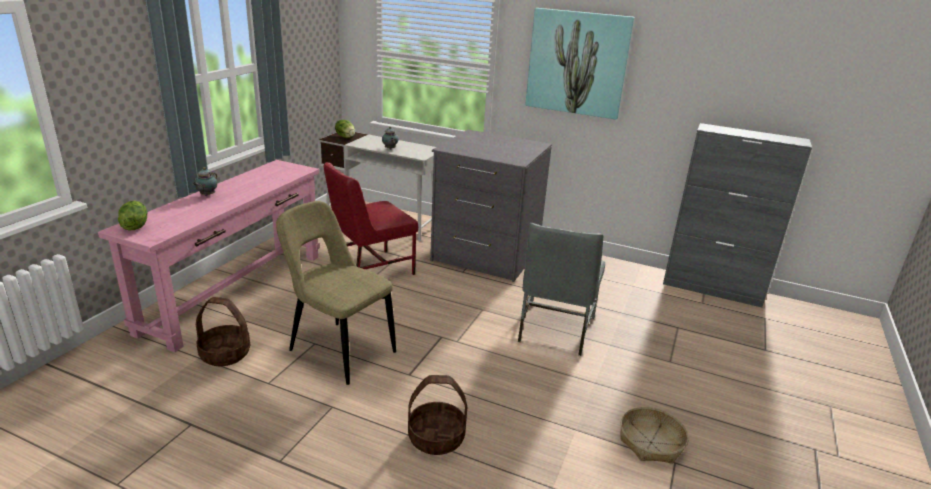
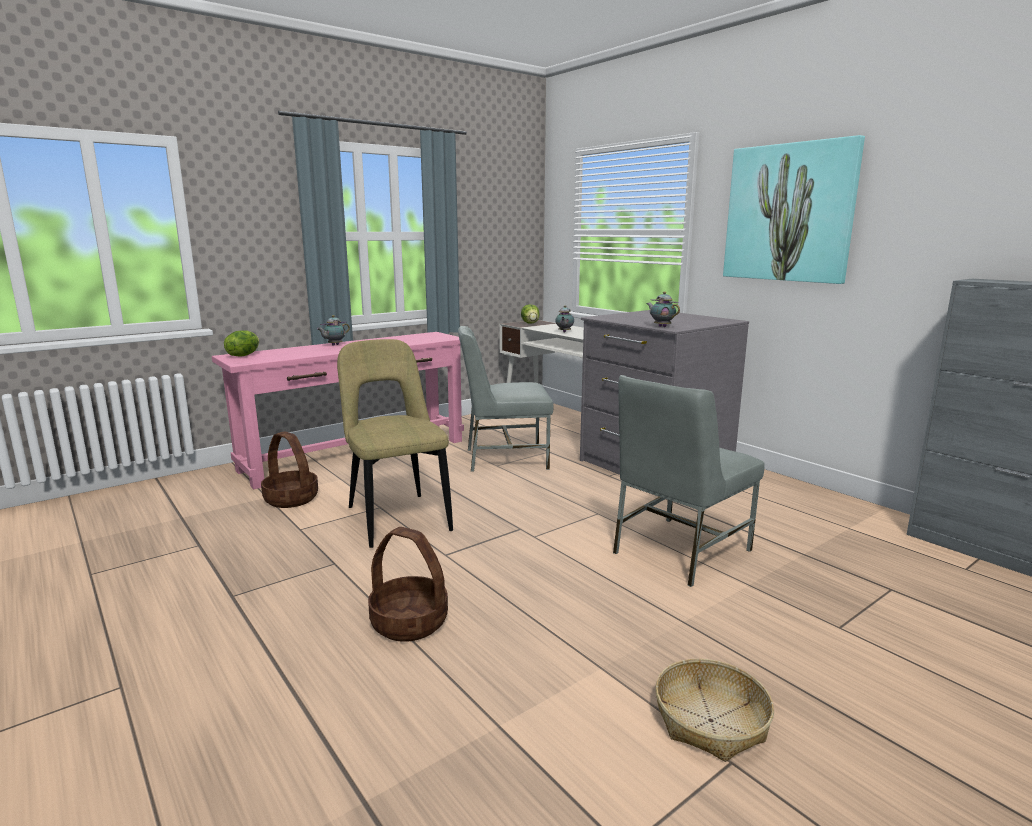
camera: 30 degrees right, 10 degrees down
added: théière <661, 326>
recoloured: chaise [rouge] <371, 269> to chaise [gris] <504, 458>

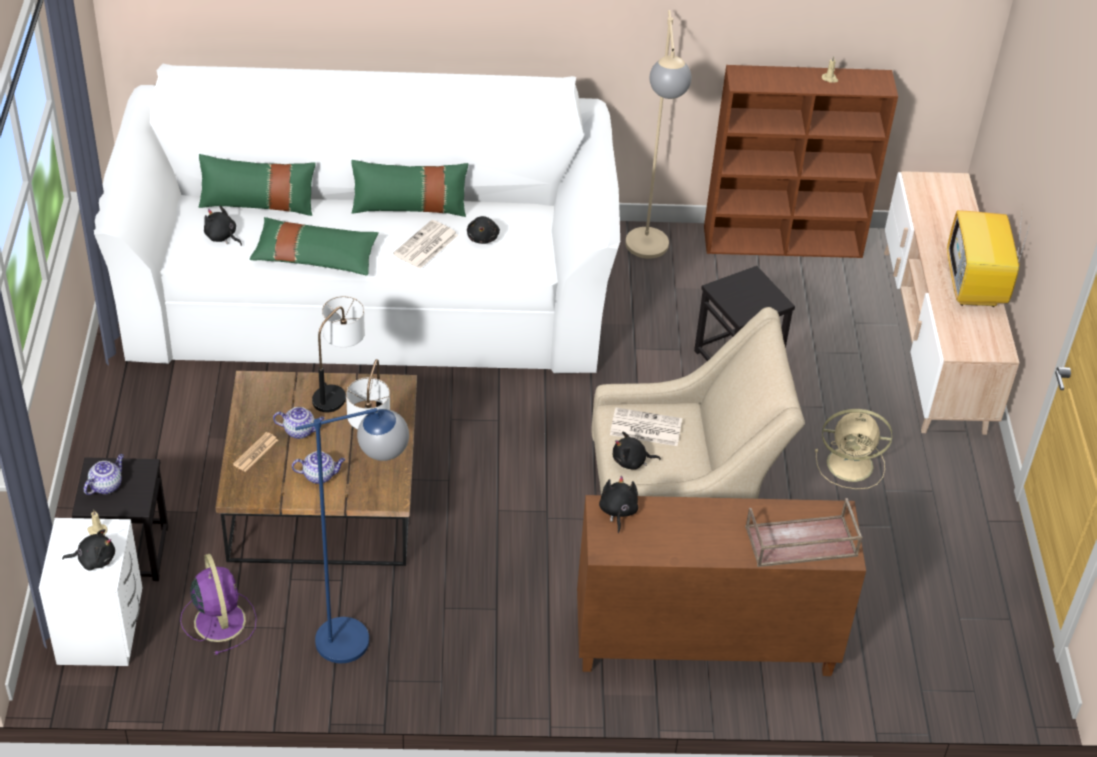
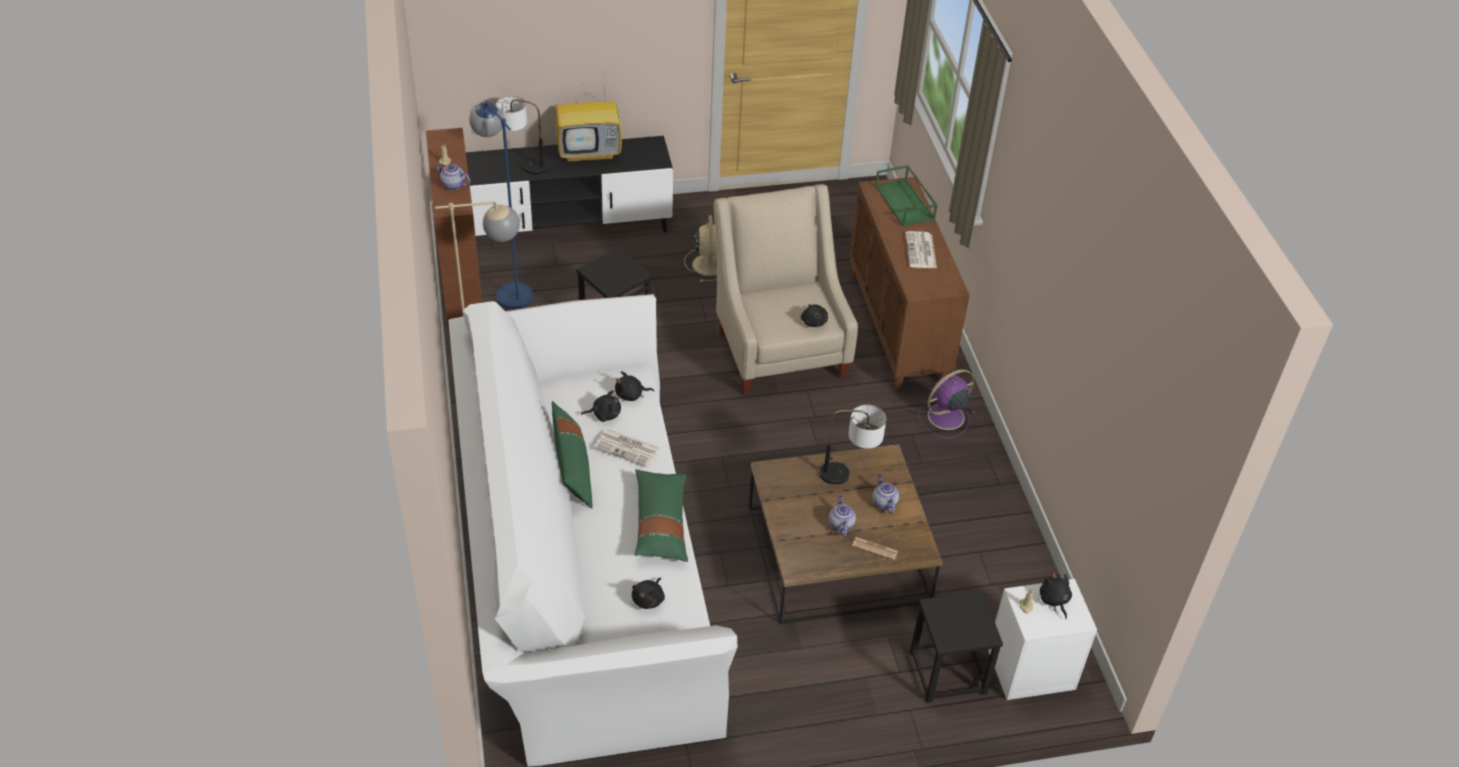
camera: 100 degrees left, 0 degrees up
removed: coussin [vert] <258, 203>
moved: lampe de table <339, 389> to <523, 164>; lampadaire [bleu] <361, 636> to <508, 289>; journal <645, 428> to <921, 251>; théière <106, 485> to <452, 185>; peluche [noir] <617, 511> to <631, 395>; ventilateur [violet] <219, 619> to <944, 417>
recoloured: meuble télé [beige] <933, 339> to meuble télé [noir] <565, 225>; plateau [marron] <800, 542> to plateau [vert] <905, 203>

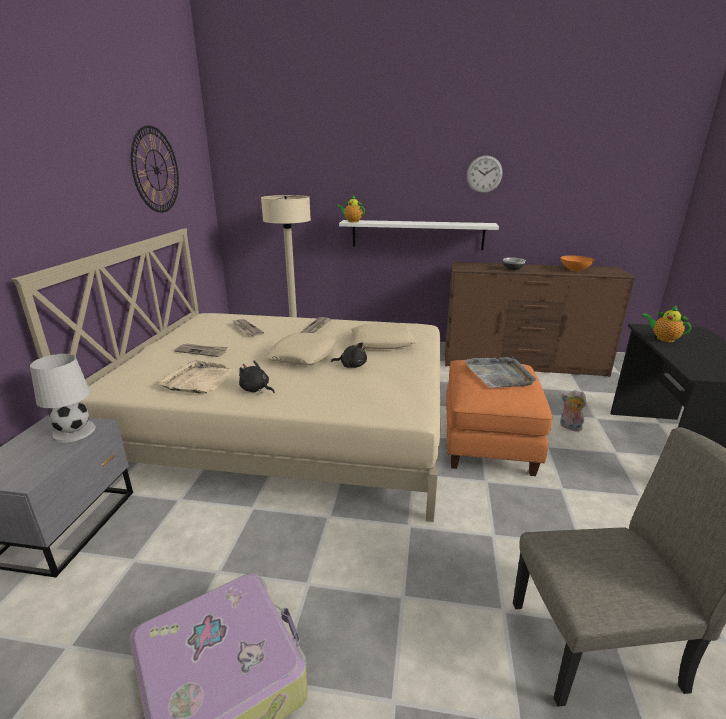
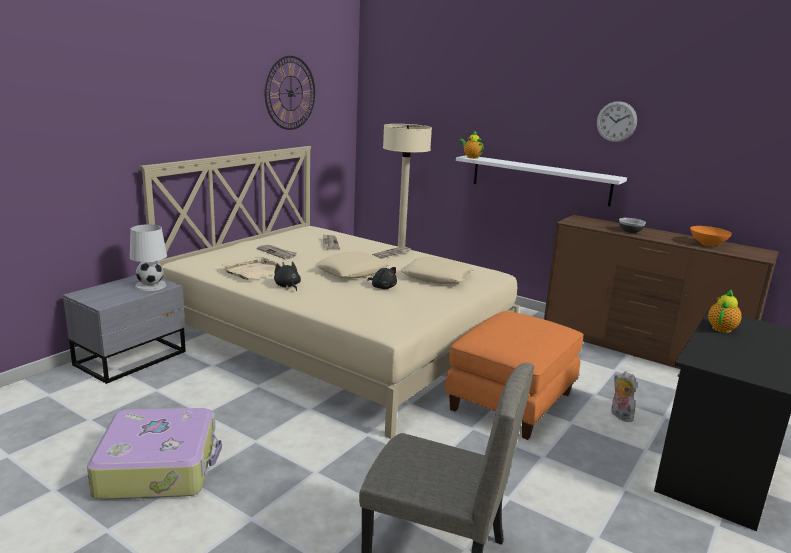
camera: 25 degrees right, 5 degrees down
removed: plateau [gris] <499, 374>
turned: théière <663, 338> = <722, 328> 60 degrees clockwise

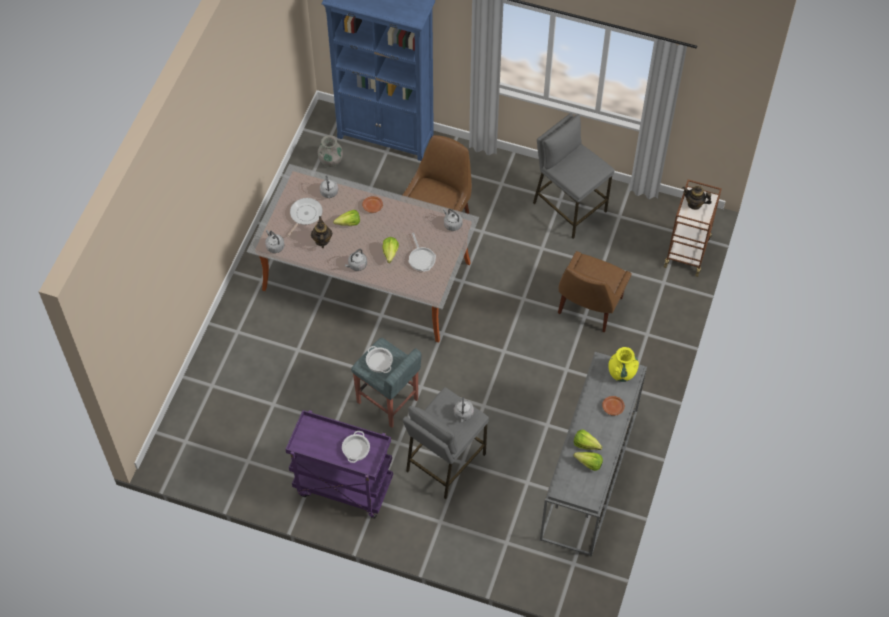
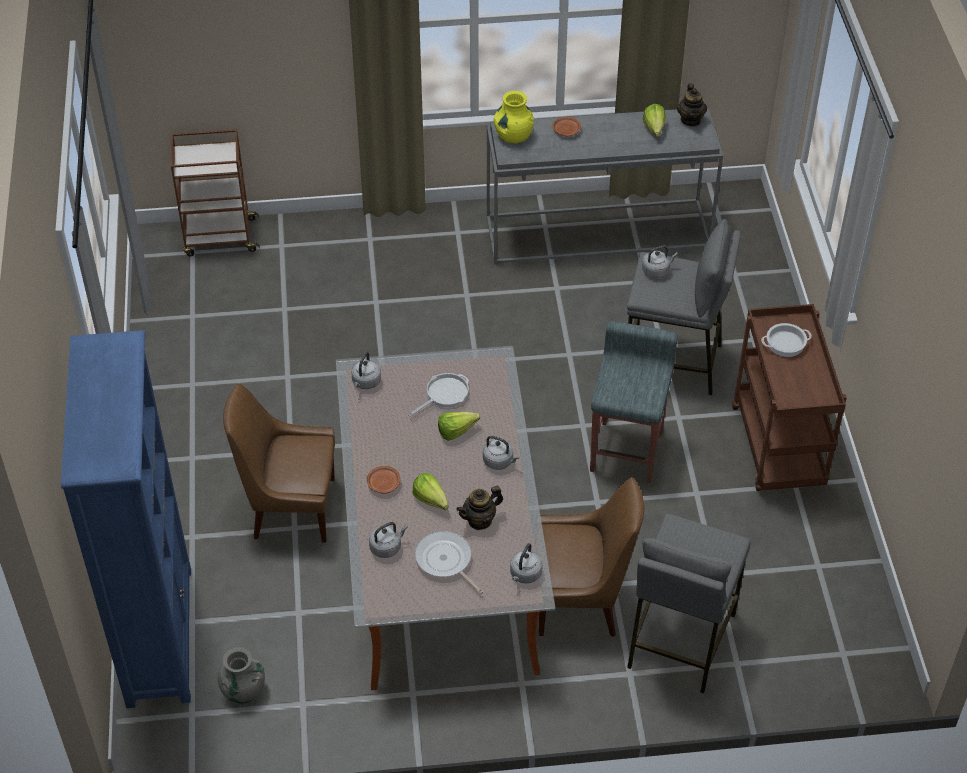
camera: 115 degrees left, 10 degrees down
removed: marmite <379, 362>; laitue <587, 446>
moved: tabouret [gris] <569, 207> to <679, 640>; théière <694, 204> to <691, 120>; chaise [marron] <588, 307> to <580, 601>
recoloured: chariot [violet] <342, 487> to chariot [marron] <779, 449>
turned: poêle <305, 215> = <445, 561> 45 degrees clockwise

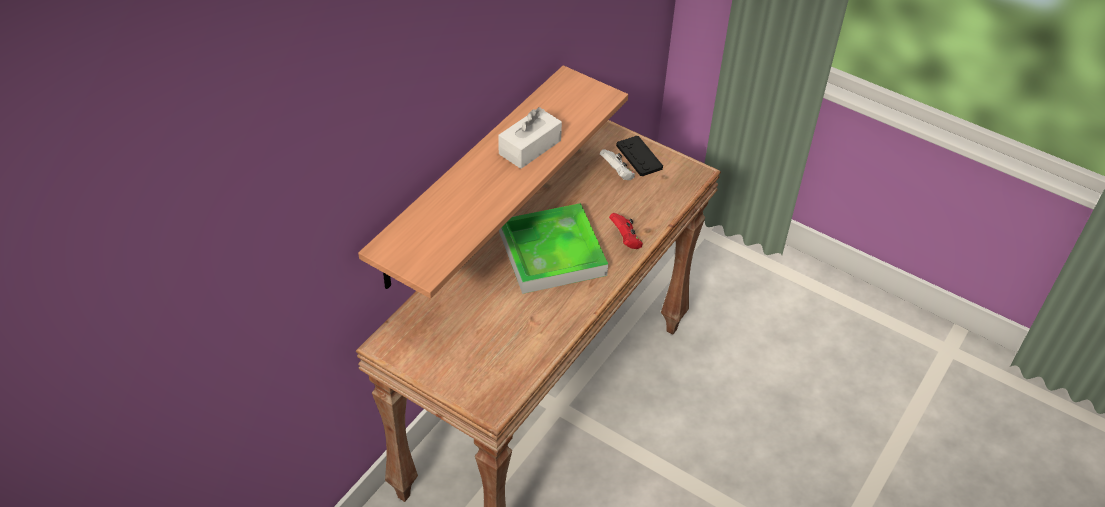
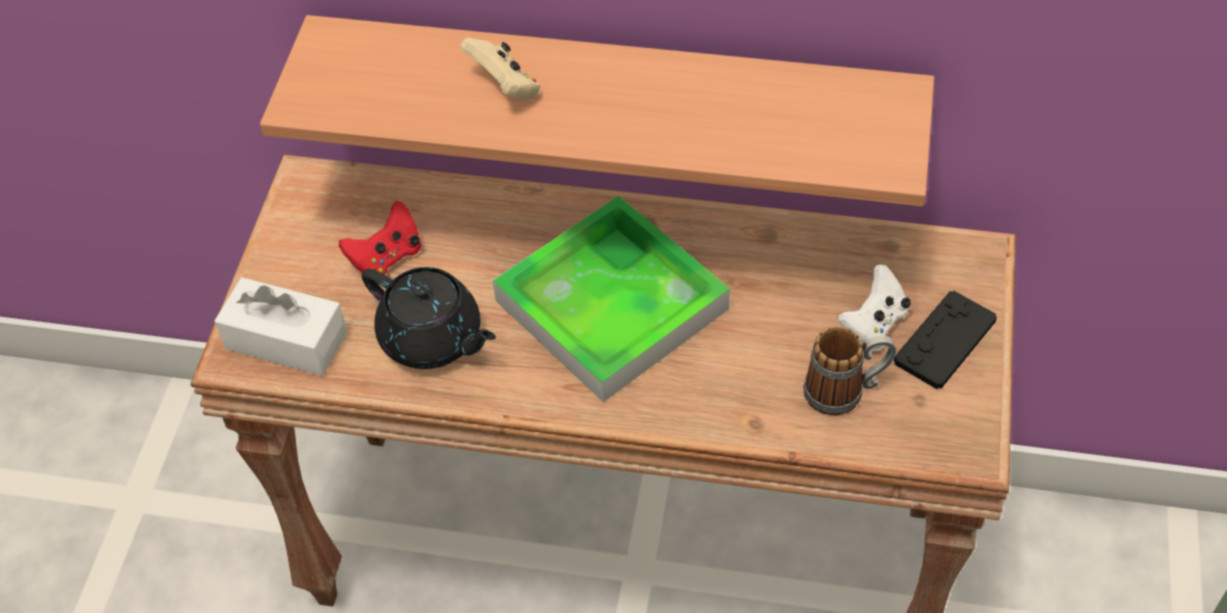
camera: 70 degrees right, 5 degrees up
added: manette [beige] <505, 88>; théière [noir] <432, 338>; mug <846, 391>
moved: boîte à mouchoirs [blanc] <530, 147> to <286, 340>; manette [rouge] <626, 240> to <387, 257>

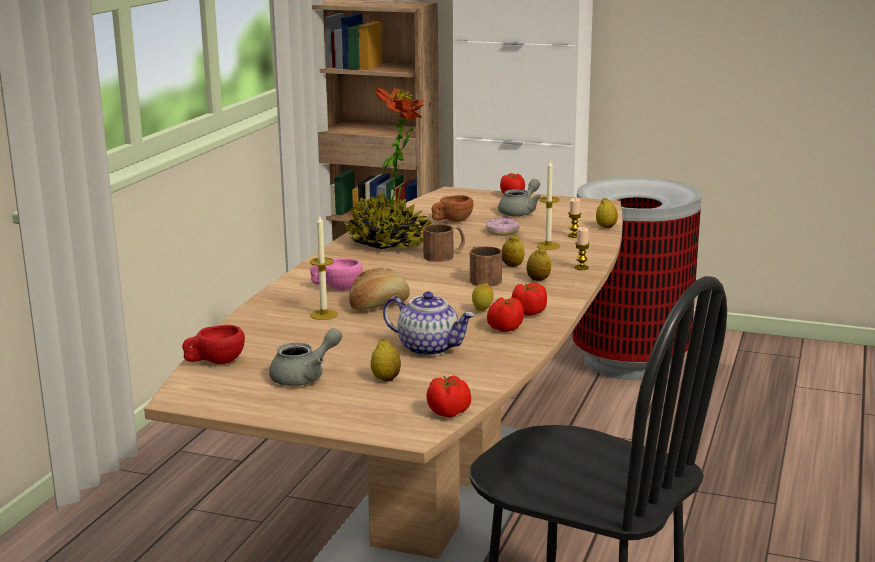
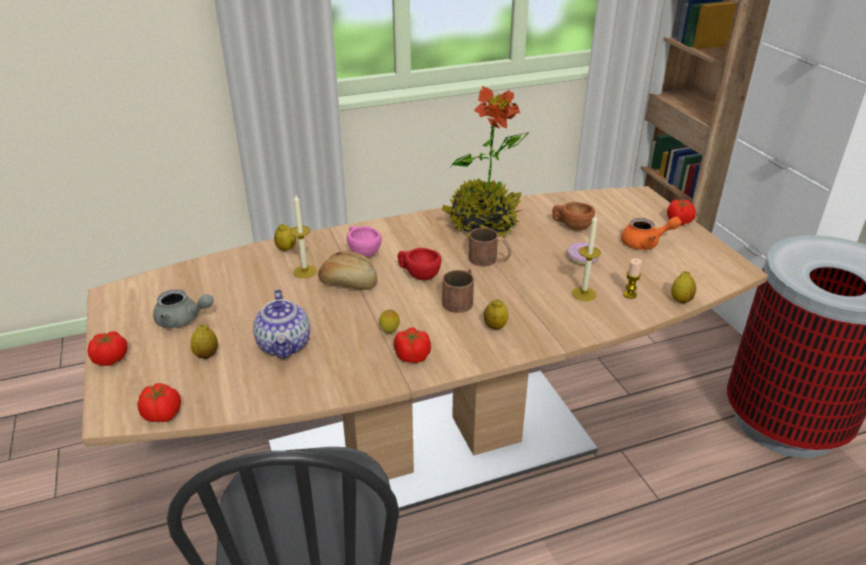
camera: 50 degrees right, 15 degrees up
removed: bougie <581, 268>
moved: citron <512, 266> to <286, 249>; tomate <505, 329> to <111, 359>; tasse [rouge] <215, 362> to <418, 275>
recoloured: théière [gris] <520, 212> to théière [orange] <645, 243>

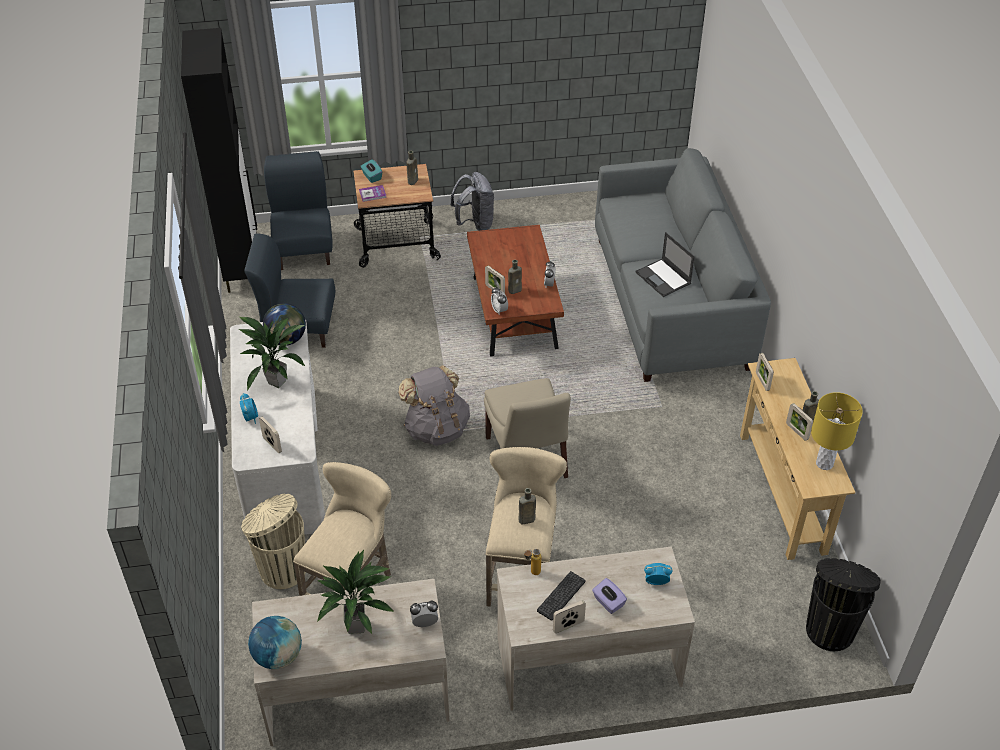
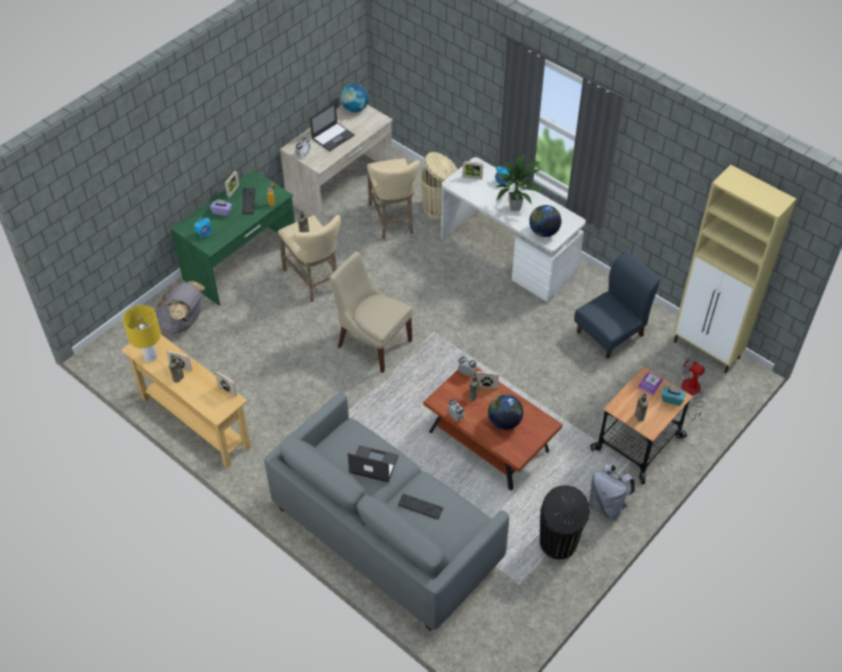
camera: 140 degrees right, 5 degrees up
added: globe <504, 422>; clavier <420, 506>
moved: sac à dos [gris] <436, 428> to <183, 322>; poubelle [noir] <830, 629> to <558, 544>
replaced: chaise [bleu] <304, 249> to ventilateur <691, 393>; plante en pot <357, 627> to ordinateur portable <333, 136>
recoloured: meuble de rangement [noir] <242, 267> to meuble de rangement [beige] <707, 350>; bureau [beige] <588, 660> to bureau [vert] <241, 262>

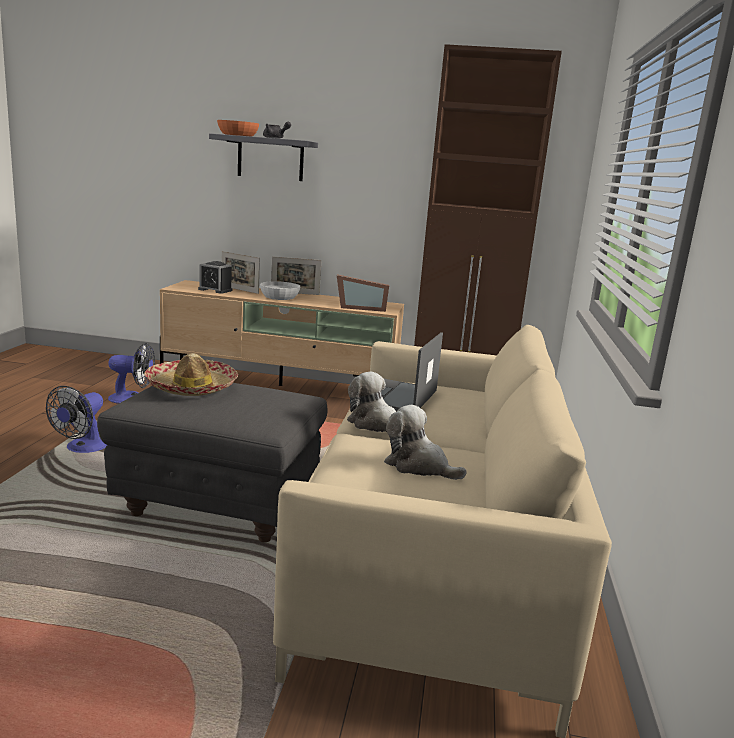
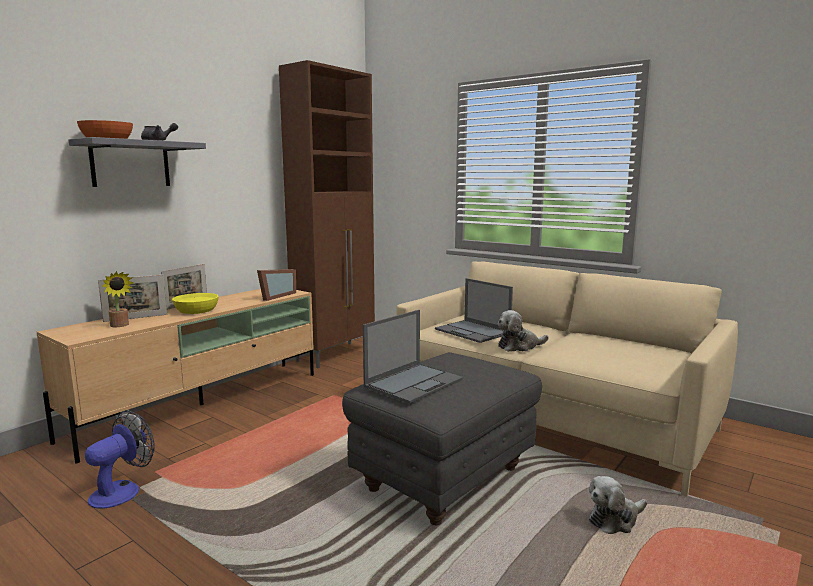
camera: 60 degrees left, 5 degrees down
removed: ventilateur <82, 448>
moved: peluche <418, 466> to <615, 520>
replaced: réveil <215, 290> to plante en pot <120, 326>; chapeau <191, 387> to ordinateur portable <414, 382>
recoloured: bol [blanc] <280, 297> to bol [jaune] <197, 310>

